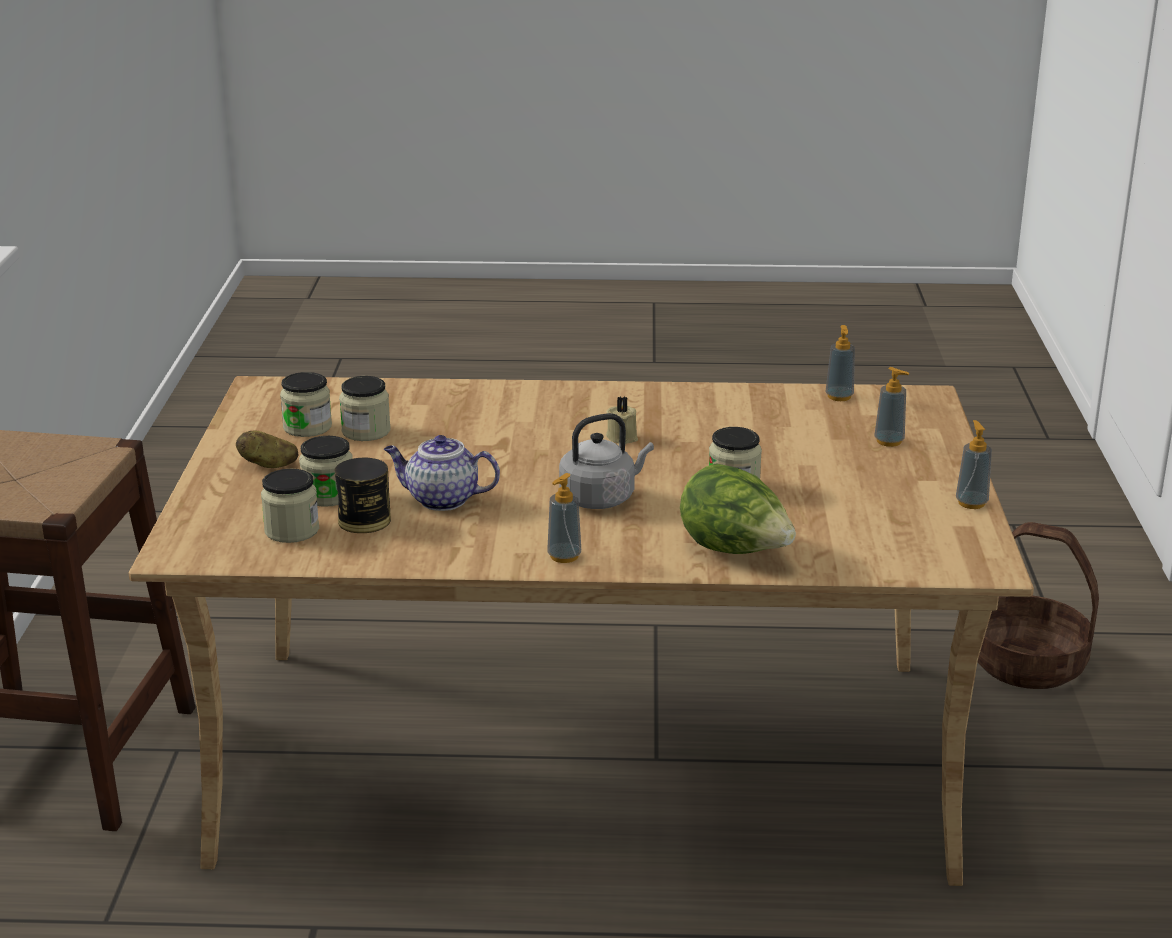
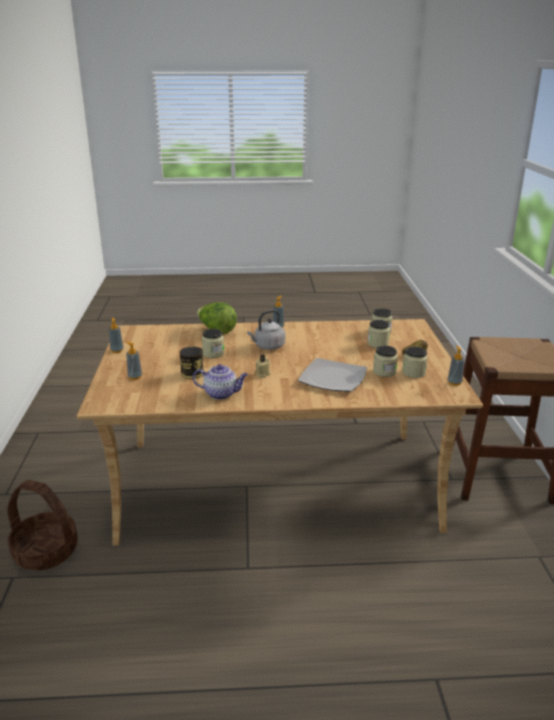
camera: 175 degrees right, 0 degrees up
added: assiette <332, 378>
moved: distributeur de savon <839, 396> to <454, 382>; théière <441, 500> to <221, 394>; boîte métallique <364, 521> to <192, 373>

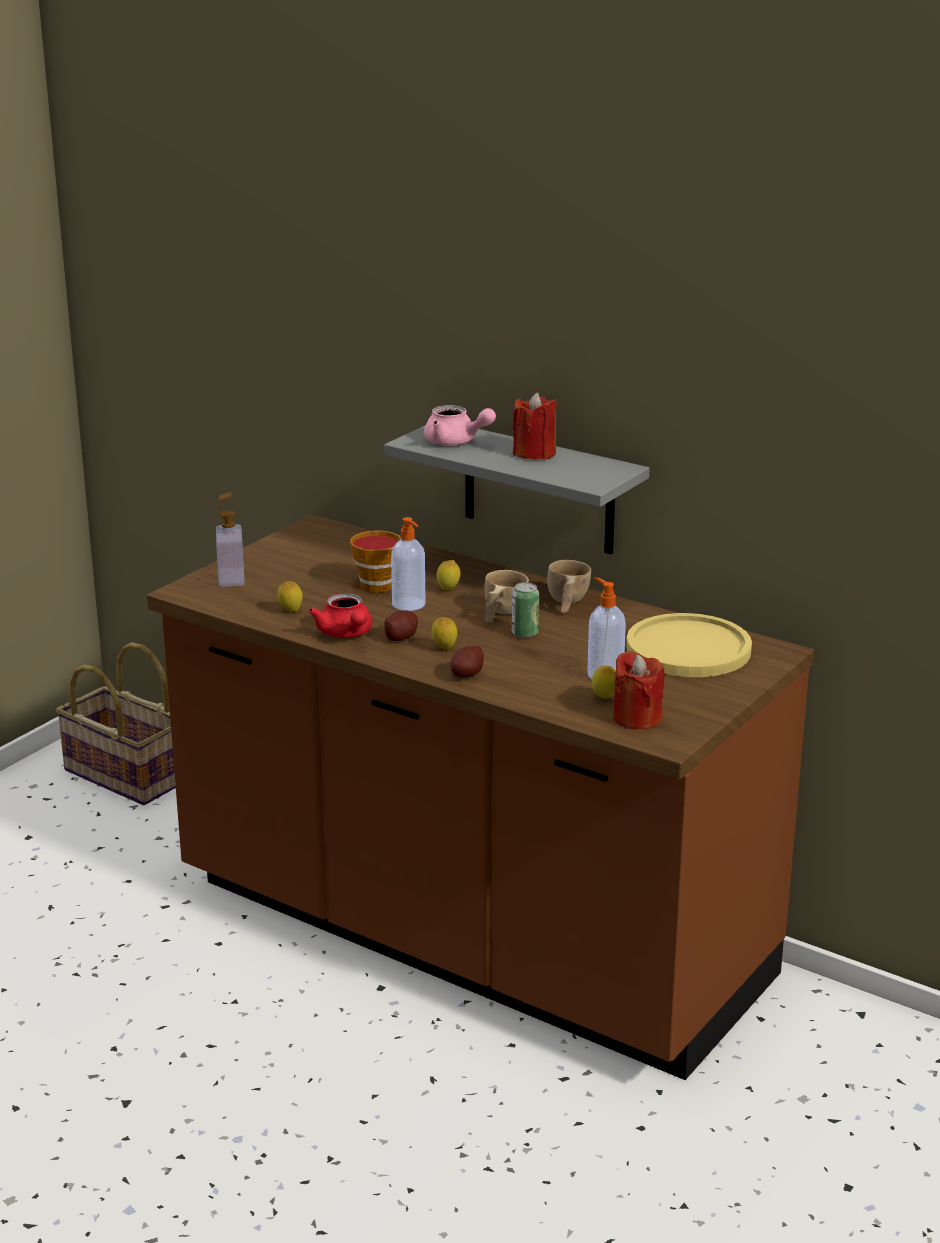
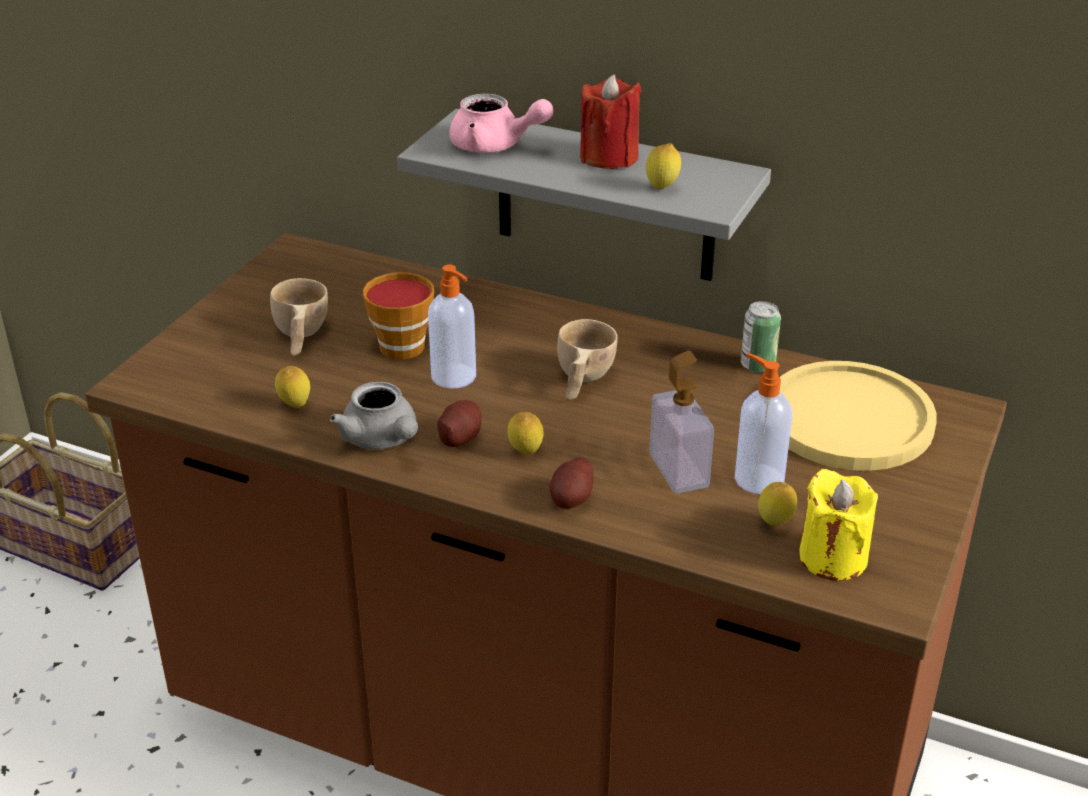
camera: 10 degrees left, 10 degrees up
moved: distributeur de savon <231, 577> to <678, 470>; citron <448, 590> to <662, 188>; tasse [beige] <567, 603> to <300, 337>; boîte métallique <525, 633> to <757, 365>
recoloured: théière [rouge] <346, 634> to théière [gris] <382, 440>; bougie [rouge] <637, 718> to bougie [jaune] <833, 558>

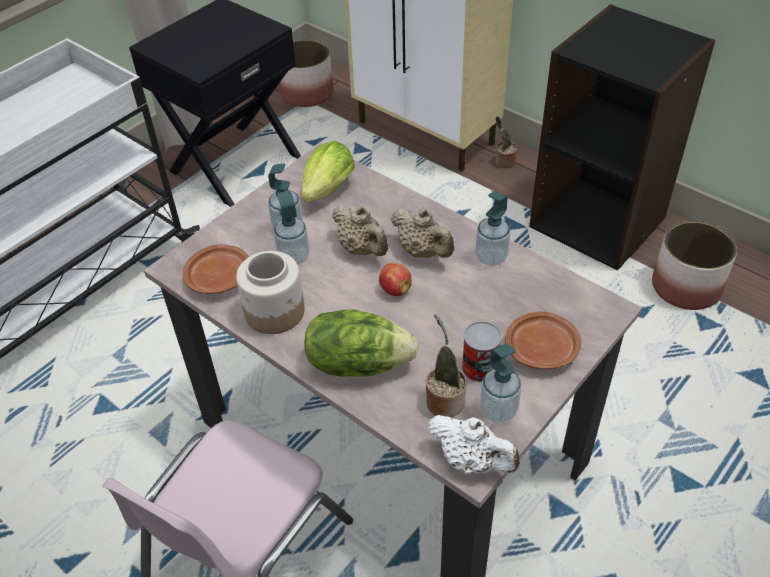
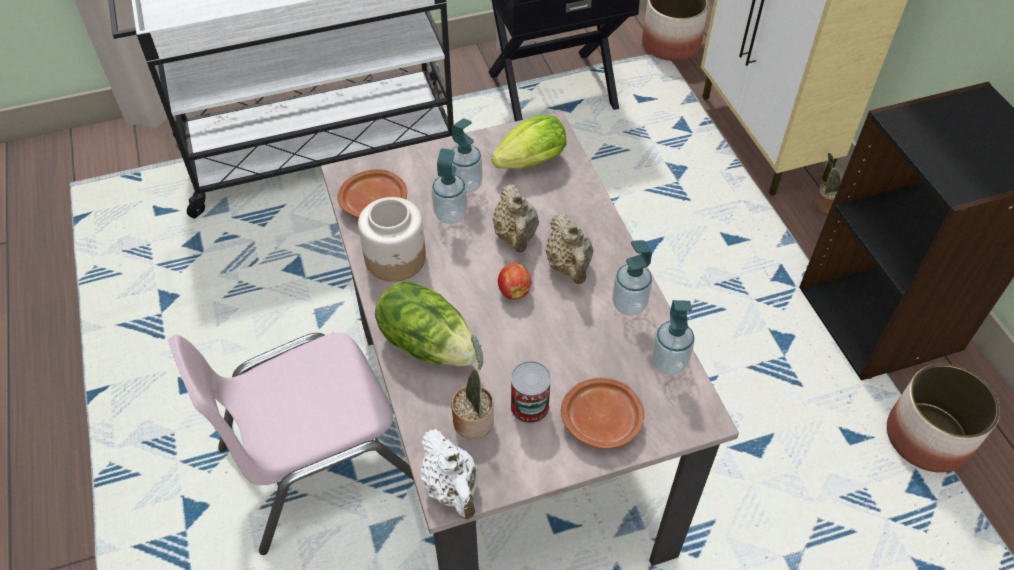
camera: 30 degrees right, 5 degrees up
moved: distributeur de savon <498, 410> to <669, 362>

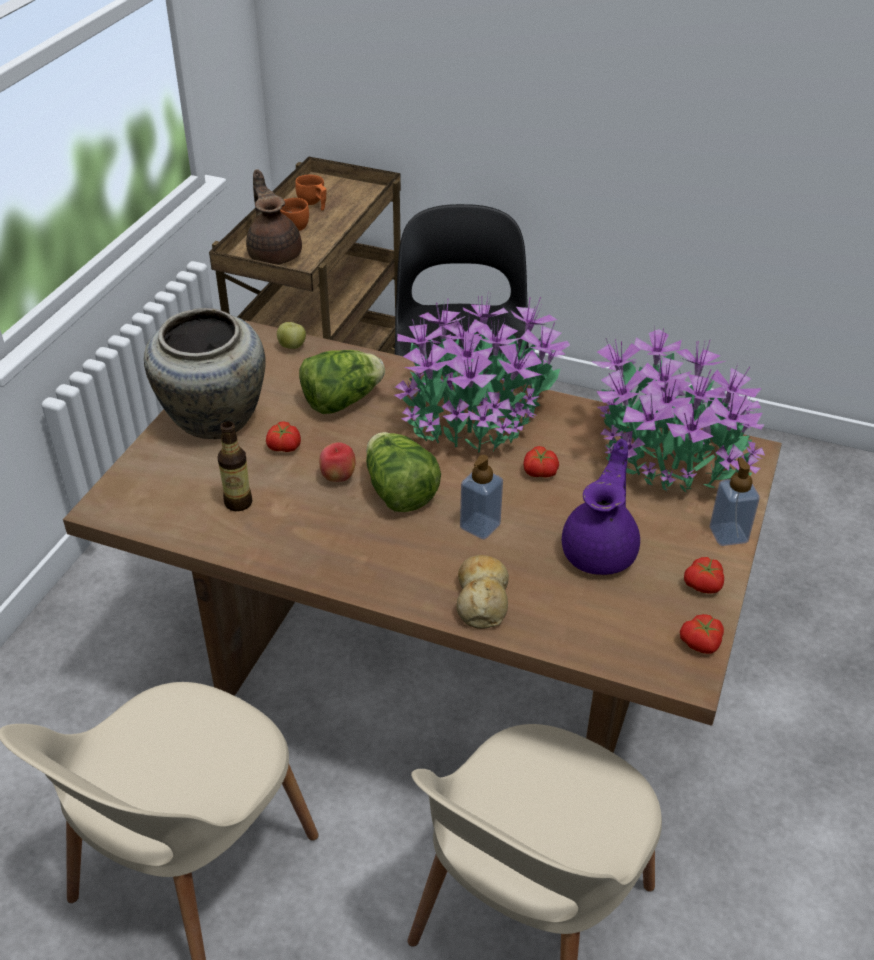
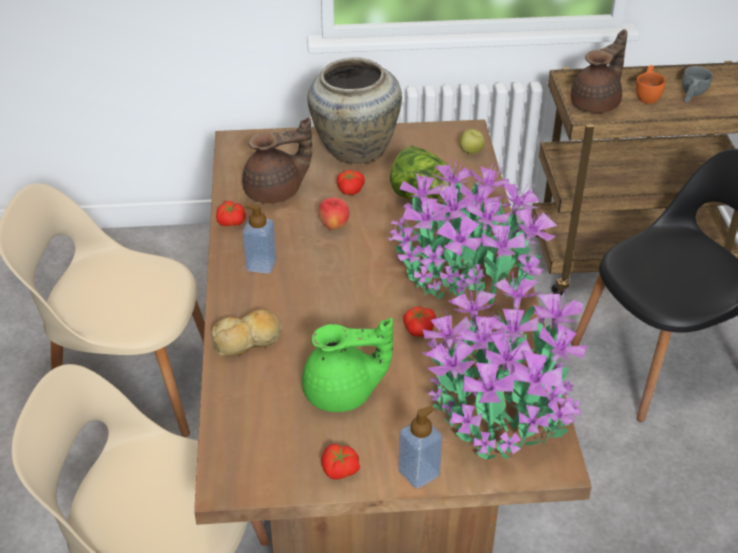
camera: 65 degrees right, 0 degrees up
removed: laitue <399, 492>
moved: distributeur de savon <480, 526> to <261, 265>; tomate <701, 644> to <230, 222>
replaced: bouteille <238, 503> to théière [marron] <276, 192>
recoloured: tasse [orange] <313, 204> to tasse [gris] <691, 95>; théière [violet] <601, 551> to théière [vert] <343, 393>

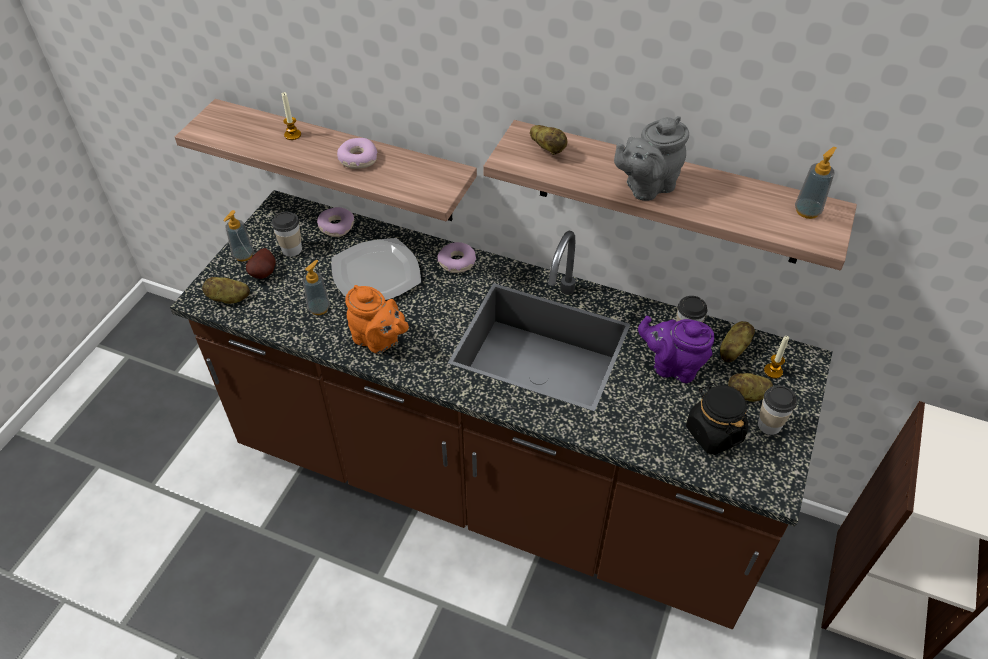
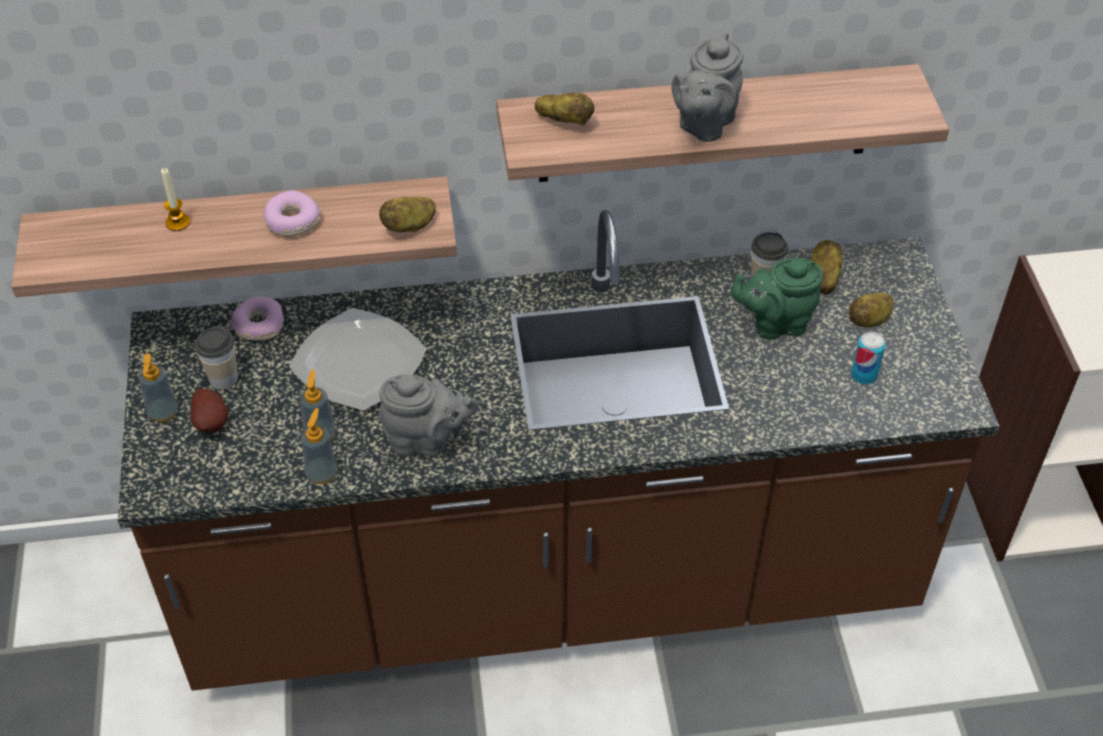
camera: 30 degrees left, 0 degrees up
removed: beignet <457, 262>; bougie <773, 371>; tasse <769, 424>
moved: distributeur de savon <807, 211> to <322, 473>; pomme de terre <228, 298> to <409, 226>
replaced: bocal [noir] <713, 433> to boîte métallique <864, 375>
recoloured: théière [orange] <378, 340> to théière [gris] <426, 440>; théière [violet] <672, 366> to théière [vert] <775, 323>

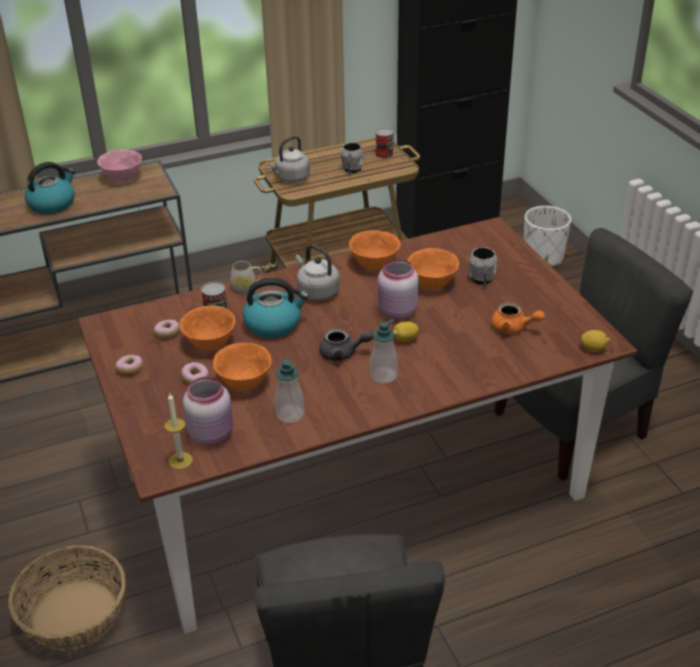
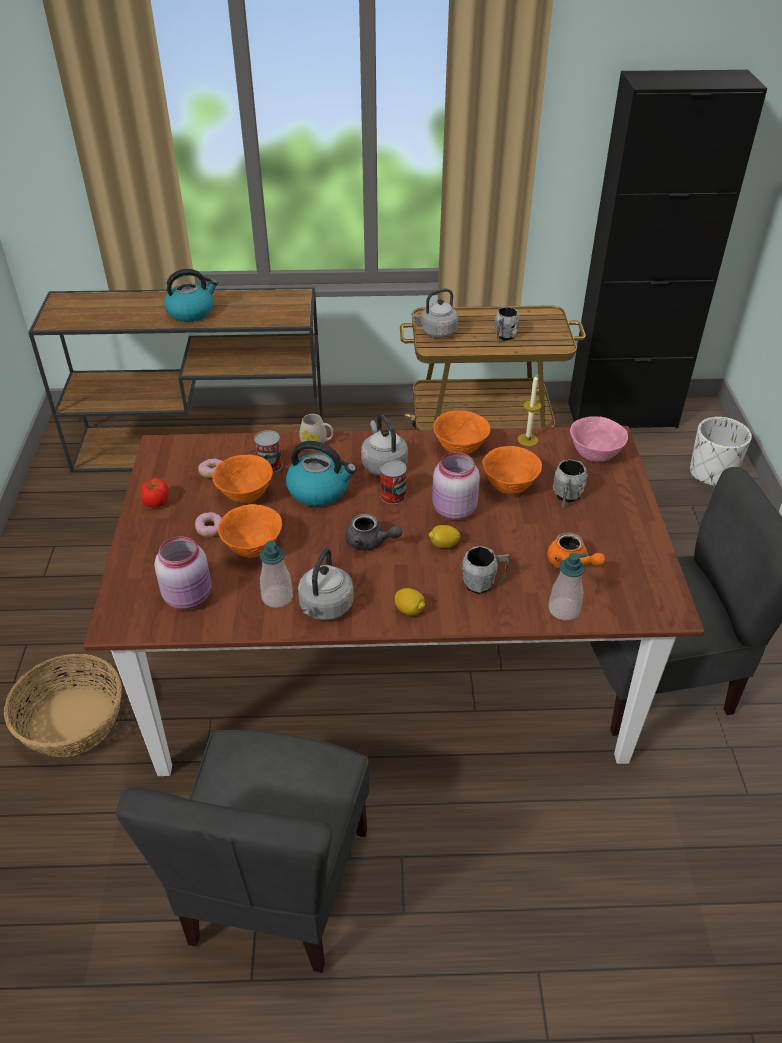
camera: 20 degrees right, 5 degrees up
added: mug [gris] <483, 583>; bouilloire [gris] <325, 608>
moved: boîte métallique <384, 154> to <393, 495>; bol [rose] <122, 178> to <594, 455>; distributeur de savon <383, 376> to <564, 610>; citron <593, 349> to <409, 610>; bougie <180, 461> to <527, 440>
replaced: beignet <130, 369> to tomate <156, 502>

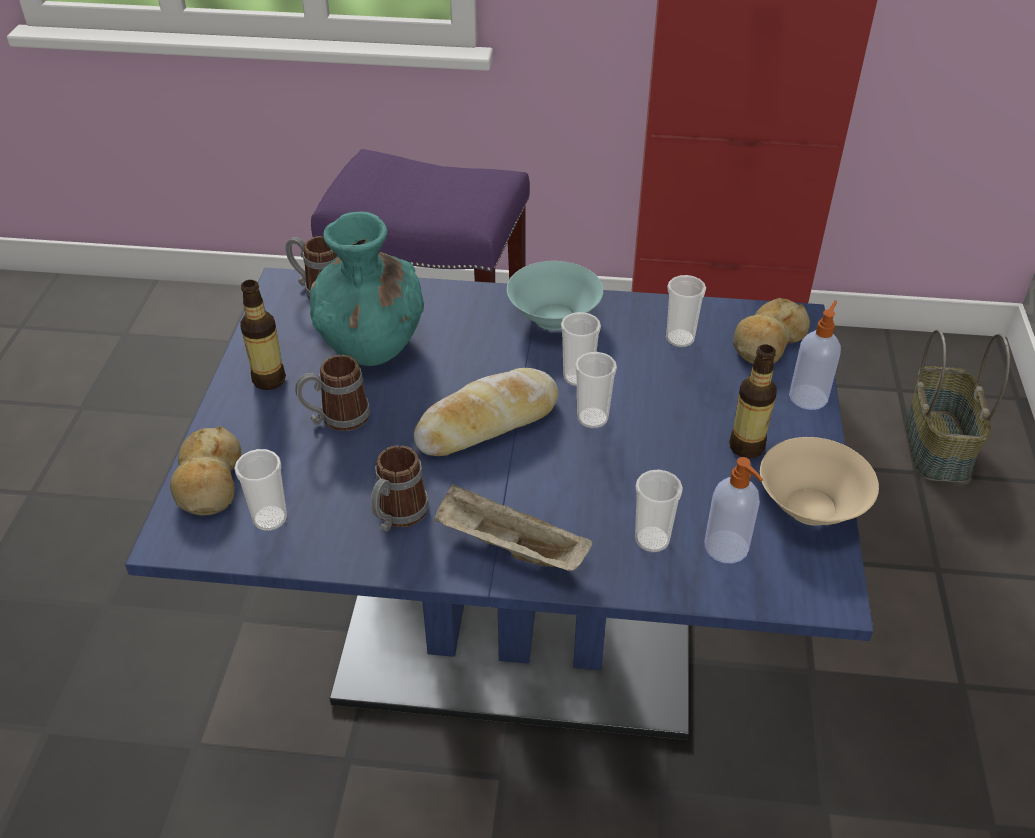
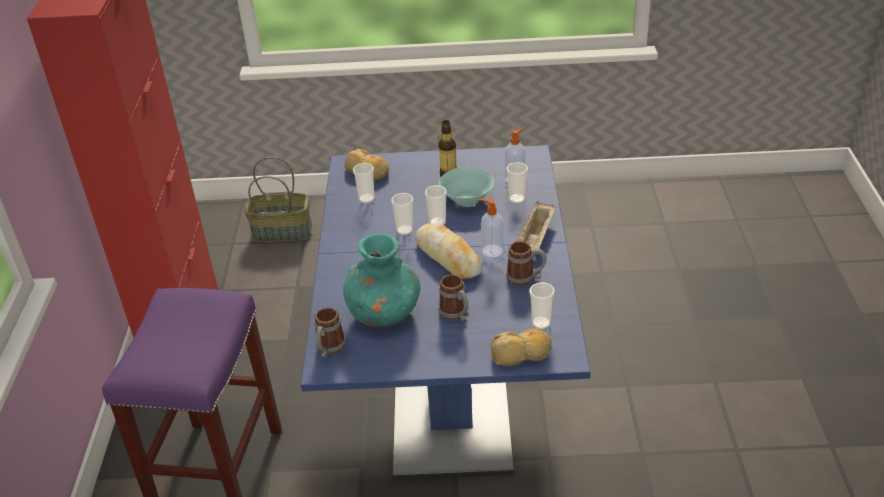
camera: 95 degrees left, 5 degrees down
removed: bouteille <269, 380>; bol [beige] <810, 507>
moved: bol [turquoise] <555, 317> to <466, 198>; distributeur de savon <808, 396> to <491, 250>

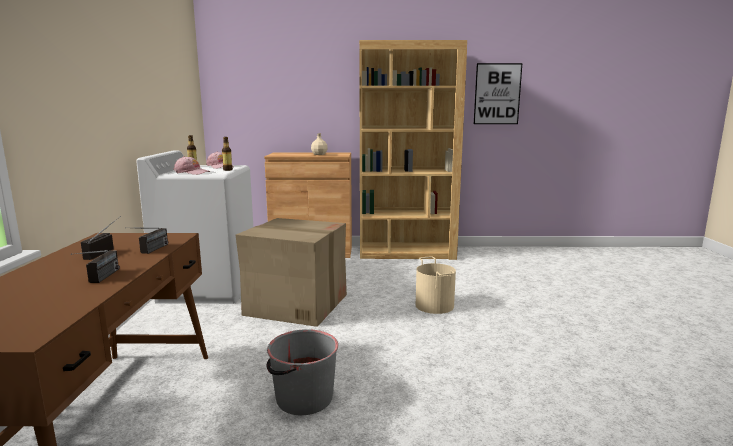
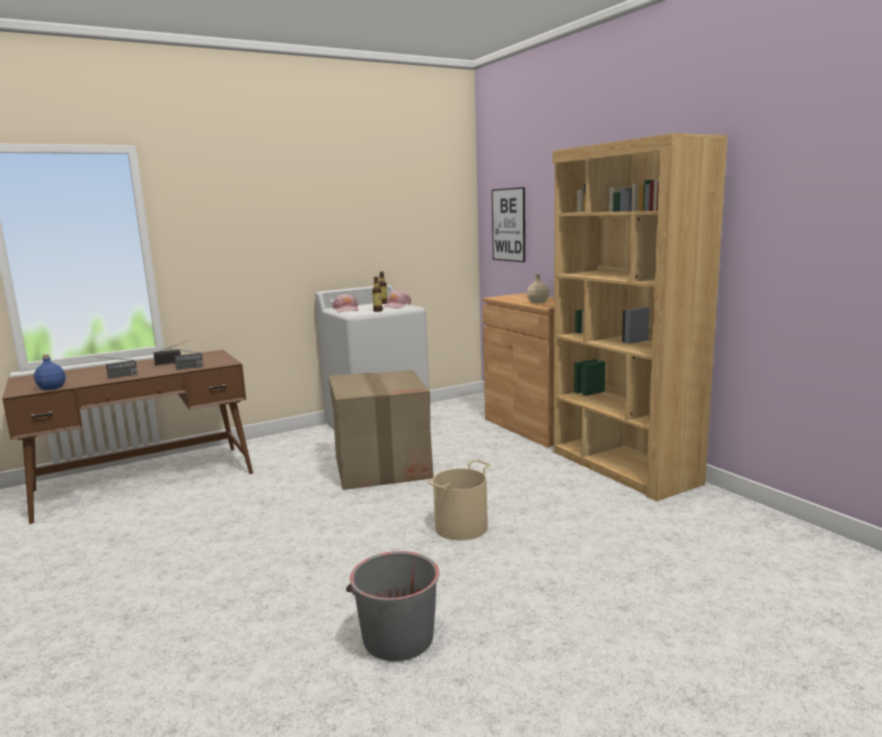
camera: 60 degrees right, 0 degrees up
added: bouteille [bleu] <52, 388>
moved: tableau <497, 94> to <508, 225>; seau [gris] <303, 398> to <397, 638>

